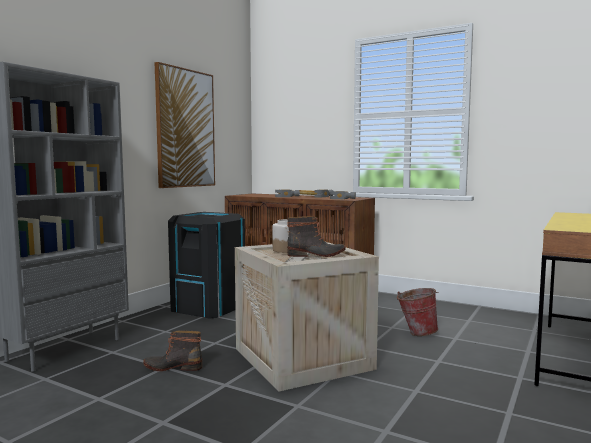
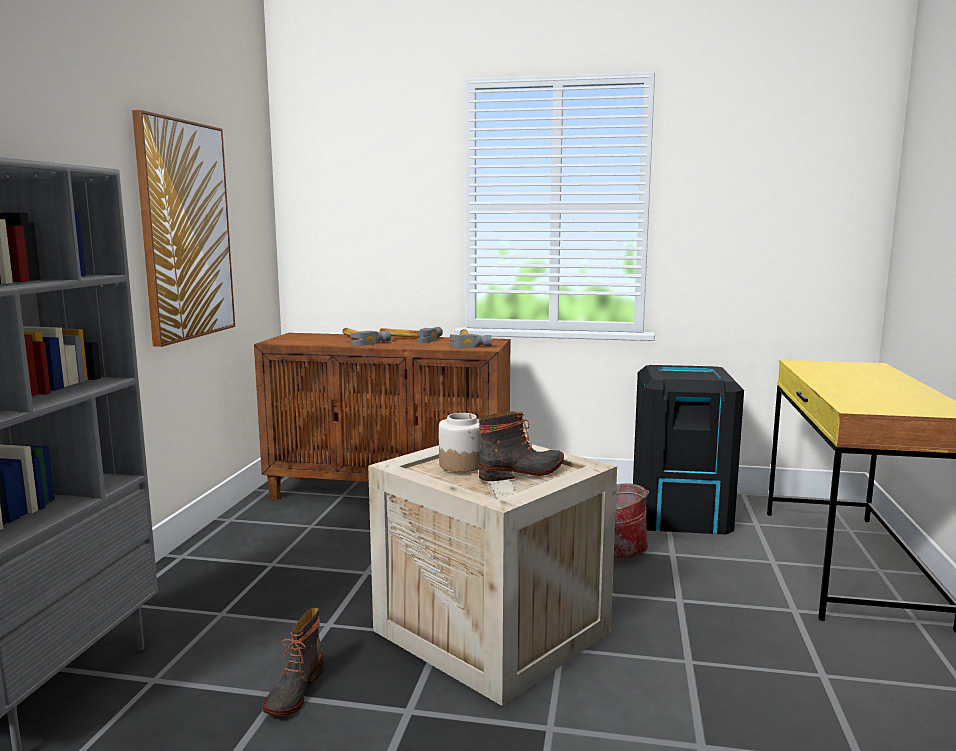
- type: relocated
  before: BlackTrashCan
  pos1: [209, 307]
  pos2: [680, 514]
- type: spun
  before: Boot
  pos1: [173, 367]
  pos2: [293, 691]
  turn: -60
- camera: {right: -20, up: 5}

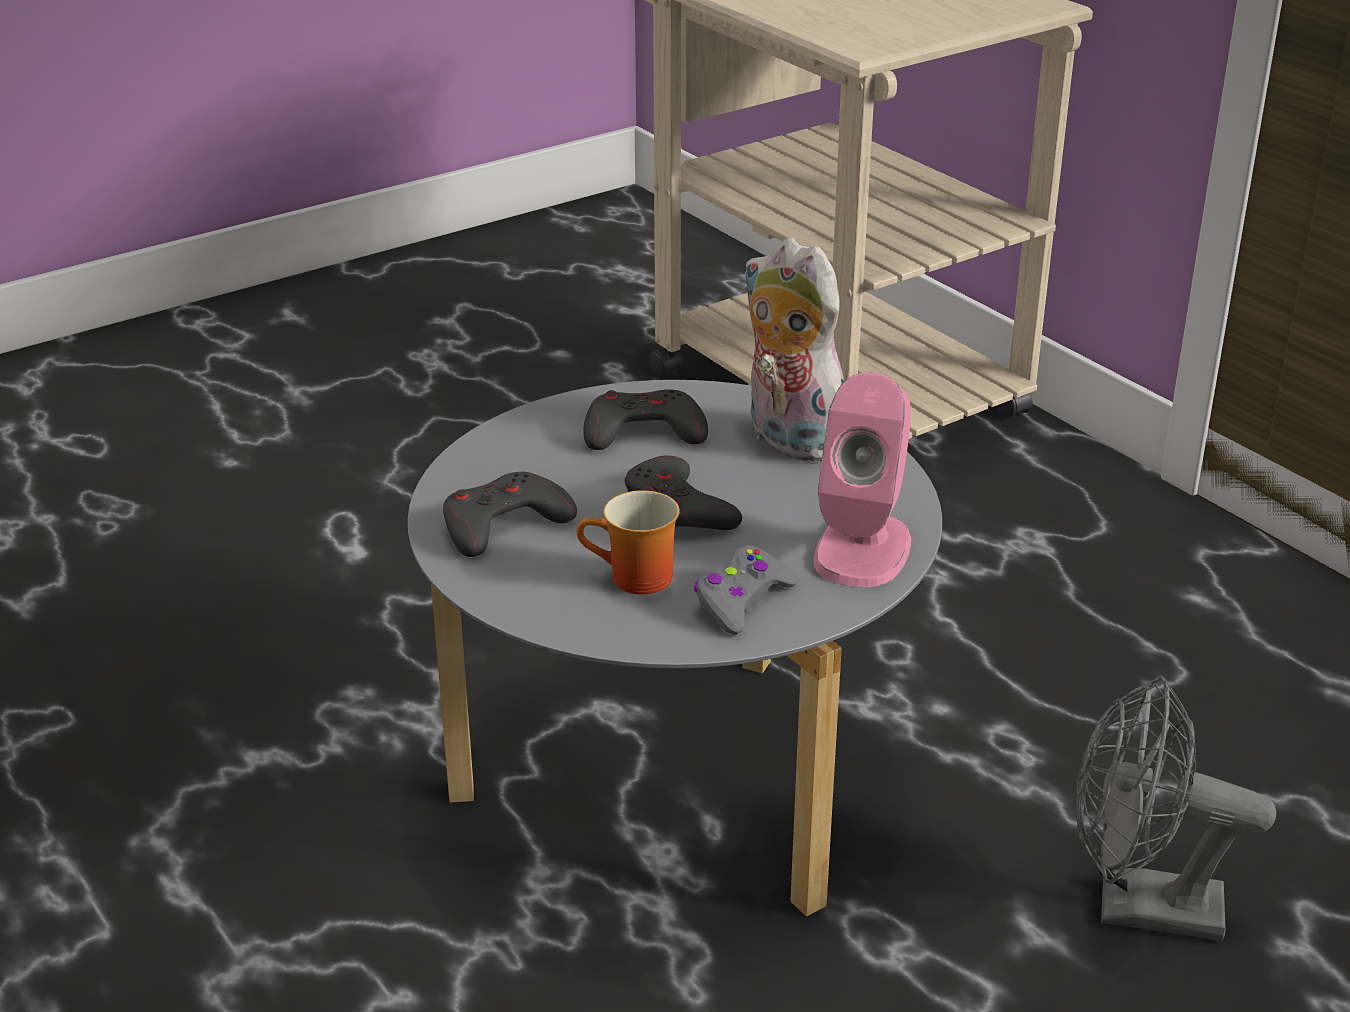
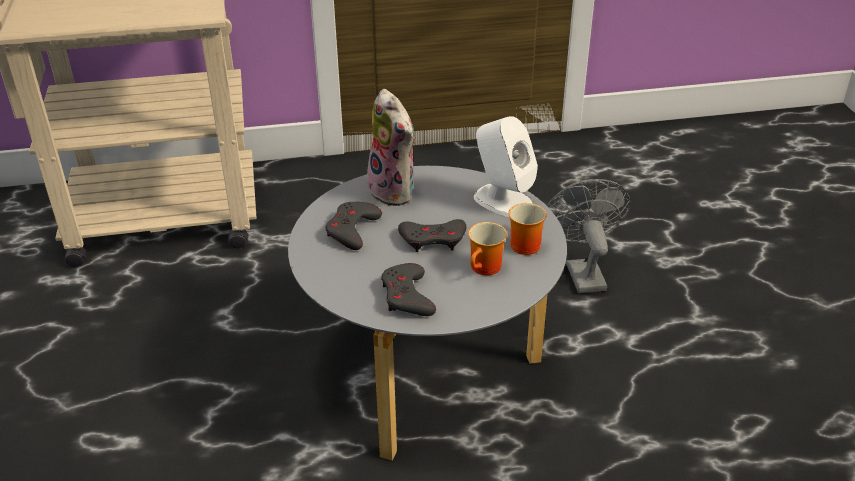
- type: exchanged
  before: GreyGameController
  after: Mug
  pos1: [742, 601]
  pos2: [522, 243]
- type: colour
  before: PinkSpeaker
  after: WhiteSpeaker
  pos1: [863, 549]
  pos2: [502, 200]
- type: spun
  before: PlushToy
  pos1: [788, 440]
  pos2: [395, 192]
  turn: -105
- type: spun
  before: GreyFan
  pos1: [1138, 908]
  pos2: [582, 272]
  turn: 135
- camera: {right: -65, up: 5}

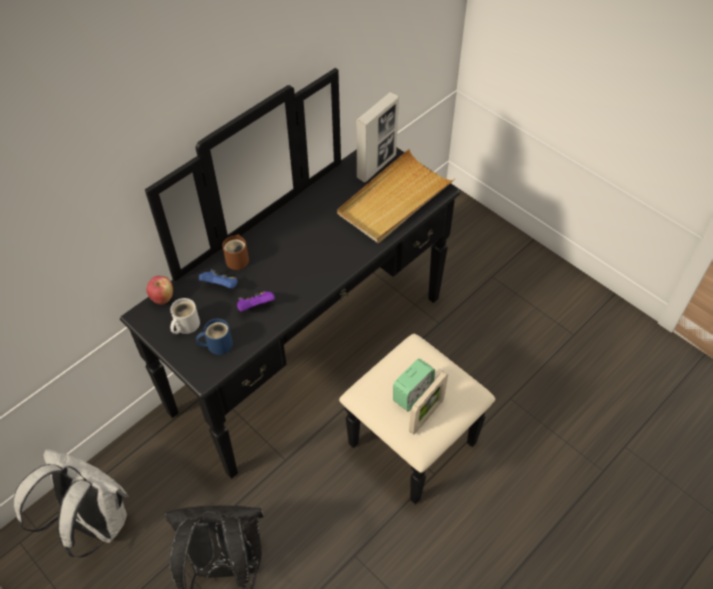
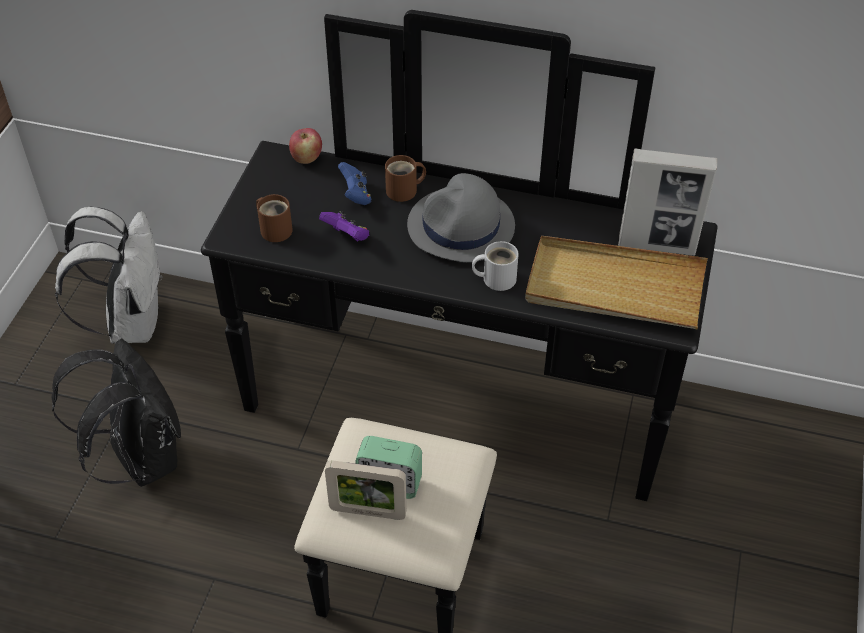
- type: appeared
  after: GreyHat
  pos2: [461, 227]
- type: relocated
  before: WhiteMug
  pos1: [185, 325]
  pos2: [496, 278]
- type: colour
  before: BlueMug
  after: BrownMug
  pos1: [217, 344]
  pos2: [275, 228]
- camera: {right: 60, up: -5}

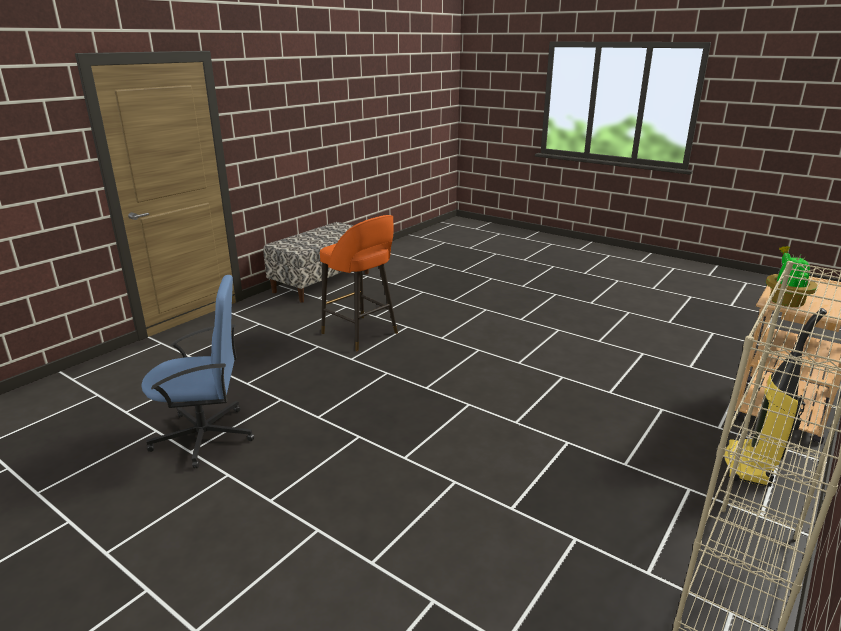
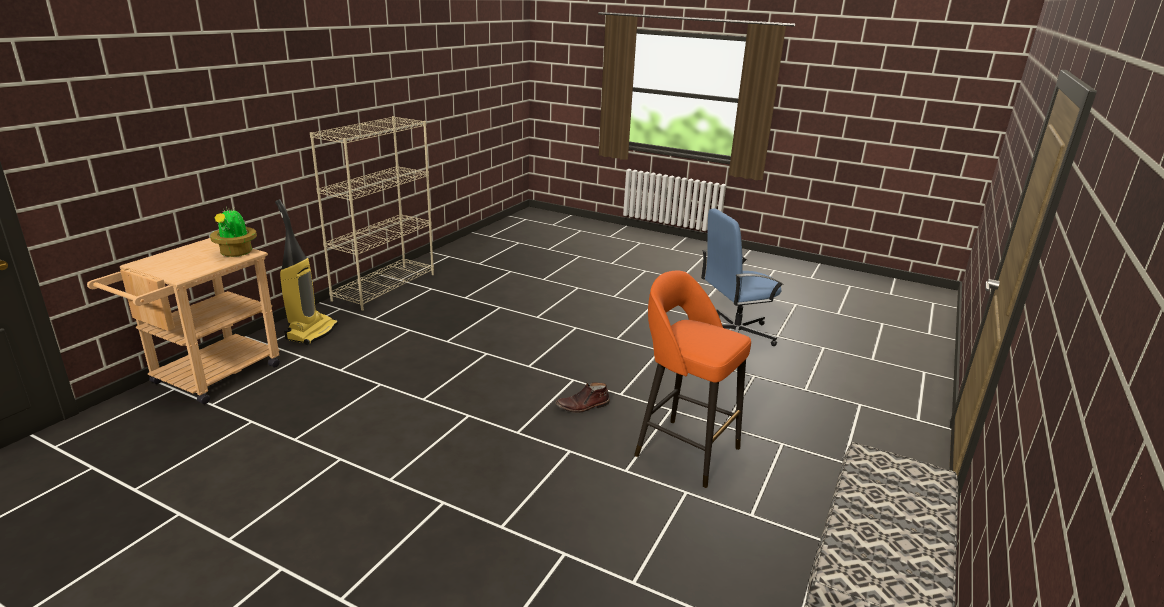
- type: appeared
  after: BrownBoot
  pos2: [583, 406]
- camera: {right: 170, up: 0}

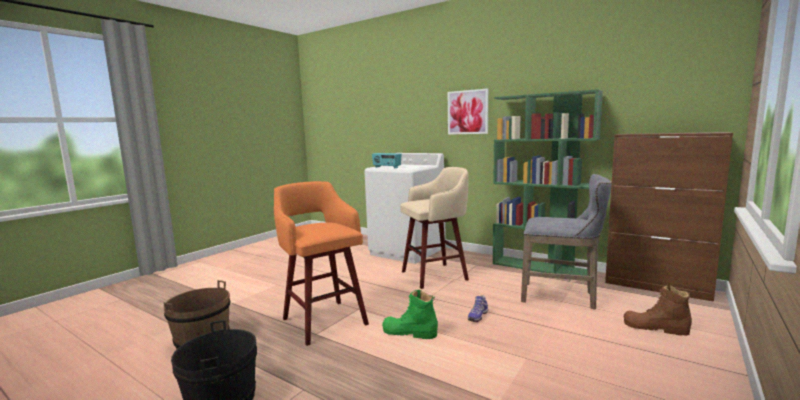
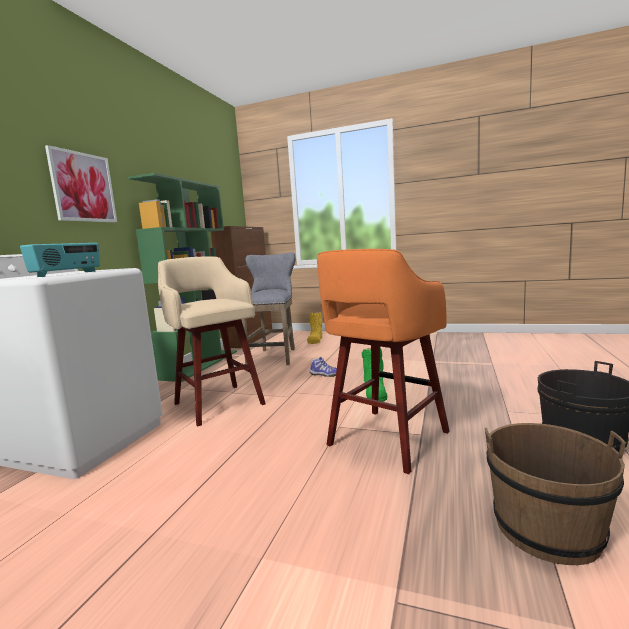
- type: colour
  before: BrownBoot
  after: YellowBoot
  pos1: [655, 328]
  pos2: [315, 340]
- camera: {right: -105, up: 0}

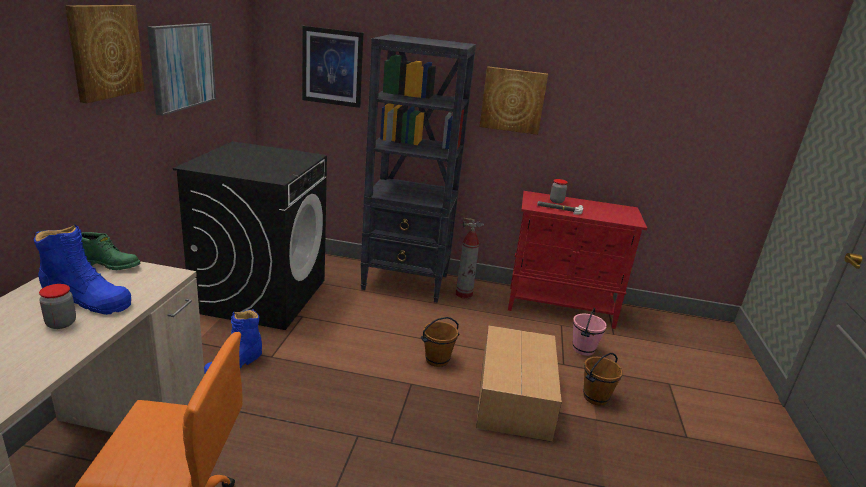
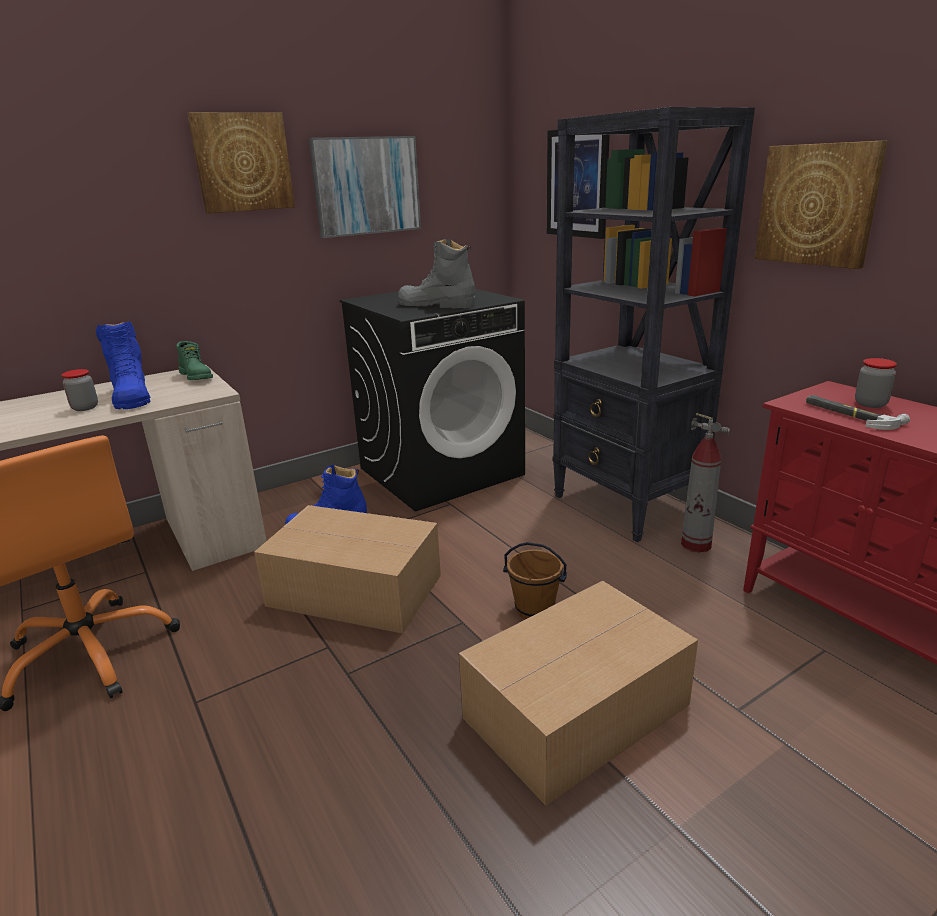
- type: missing
  before: PinkBucket
  pos1: [582, 349]
- type: missing
  before: BrownBucket
  pos1: [595, 397]
- type: appeared
  after: CardboardBox
  pos2: [356, 591]
- type: appeared
  after: GreyBoot
  pos2: [436, 305]
- camera: {right: 50, up: 0}

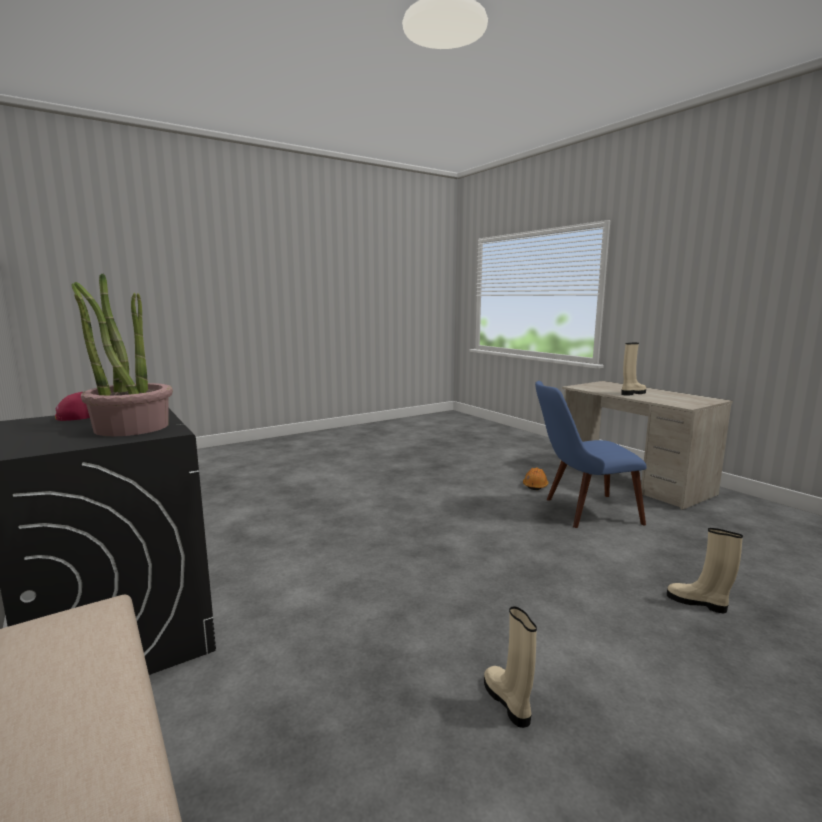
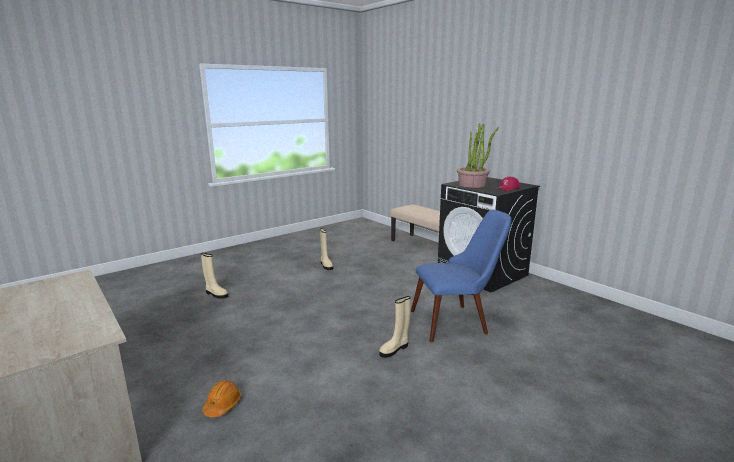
- type: relocated
  before: BlueChair
  pos1: [581, 511]
  pos2: [457, 321]
- type: relocated
  before: BeigeBoot
  pos1: [632, 393]
  pos2: [394, 349]
- camera: {right: 175, up: 5}

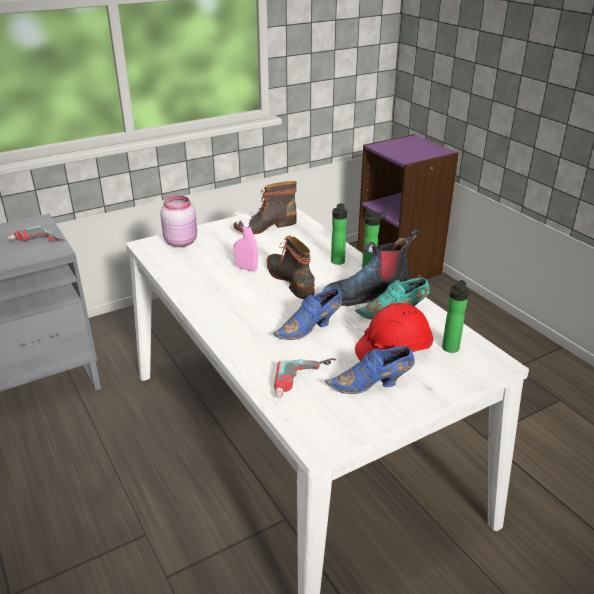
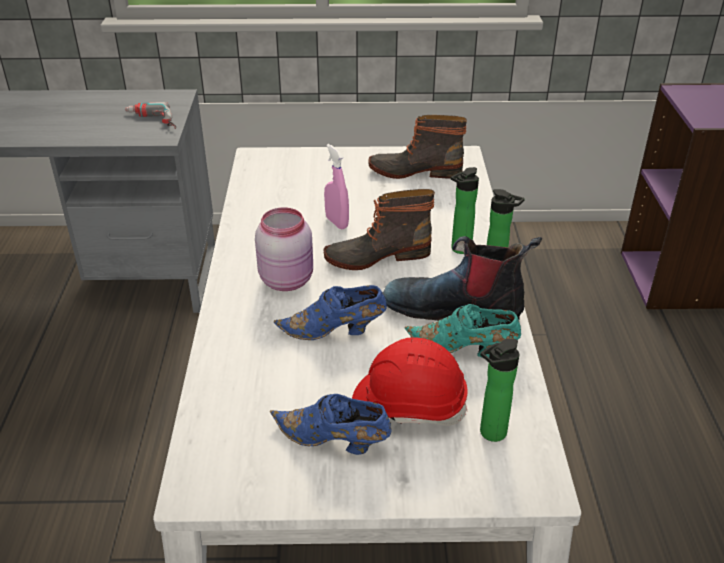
- type: missing
  before: PowerDrill
  pos1: [305, 382]
- type: relocated
  before: PinkJar
  pos1: [181, 241]
  pos2: [287, 279]
- type: spun
  before: Boot
  pos1: [291, 279]
  pos2: [377, 255]
  turn: -105
- camera: {right: 30, up: 5}

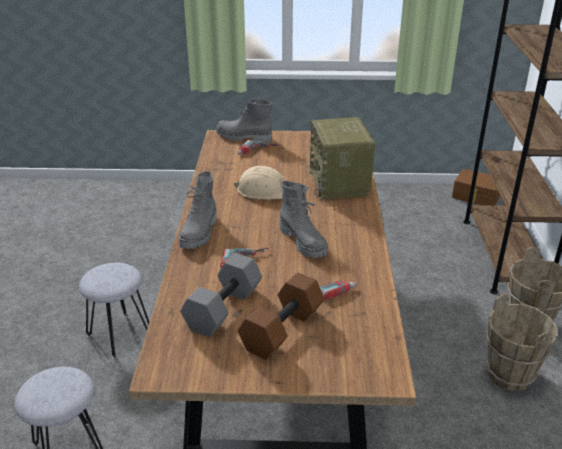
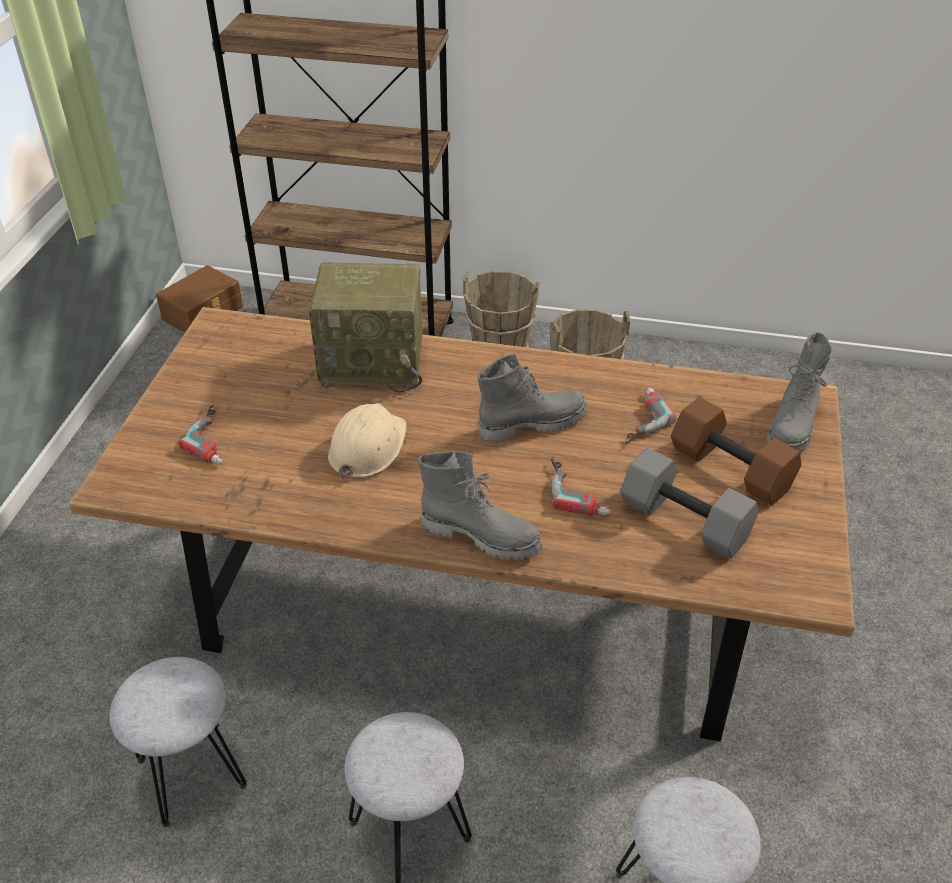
- type: appeared
  after: GreyStool
  pos2: [190, 773]
- type: relocated
  before: GreyBoot
  pos1: [243, 138]
  pos2: [793, 427]
- camera: {right: -80, up: 10}

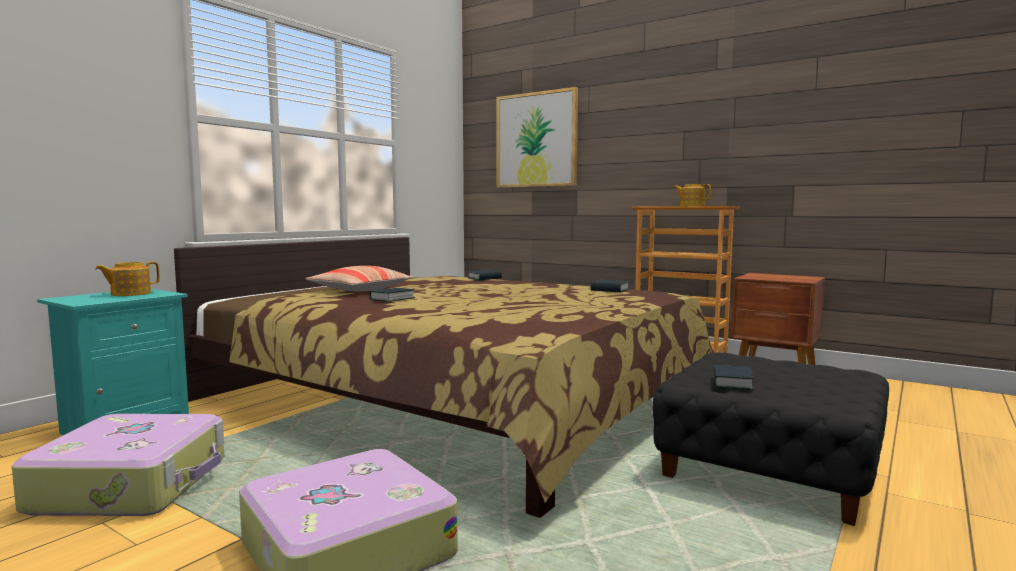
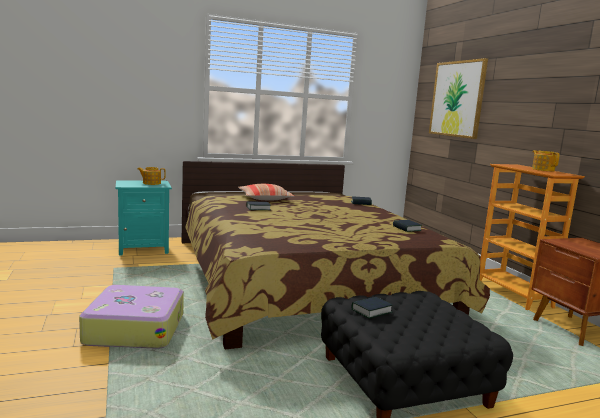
- type: missing
  before: Suitcase
  pos1: [134, 484]
- camera: {right: 35, up: 5}

